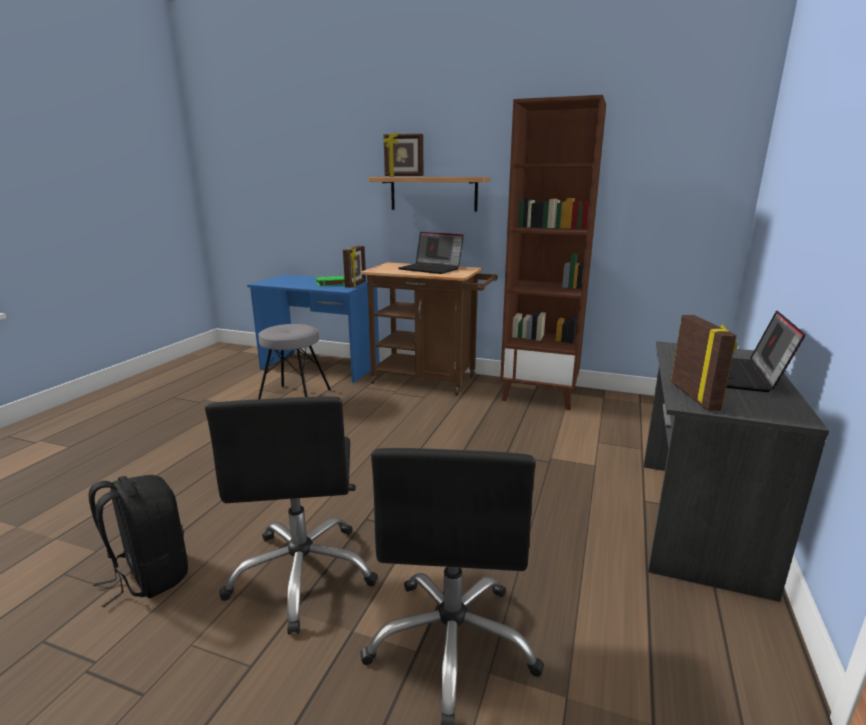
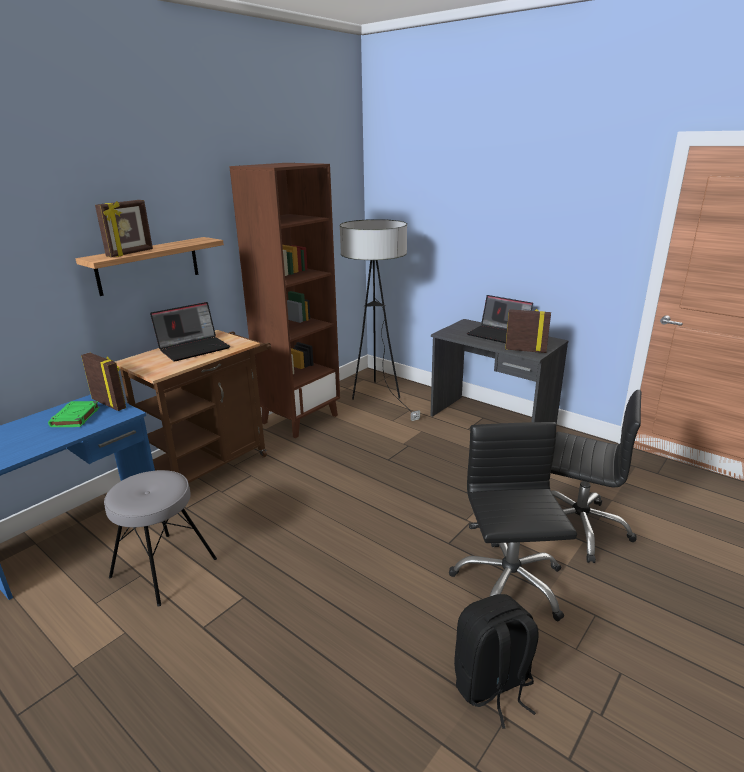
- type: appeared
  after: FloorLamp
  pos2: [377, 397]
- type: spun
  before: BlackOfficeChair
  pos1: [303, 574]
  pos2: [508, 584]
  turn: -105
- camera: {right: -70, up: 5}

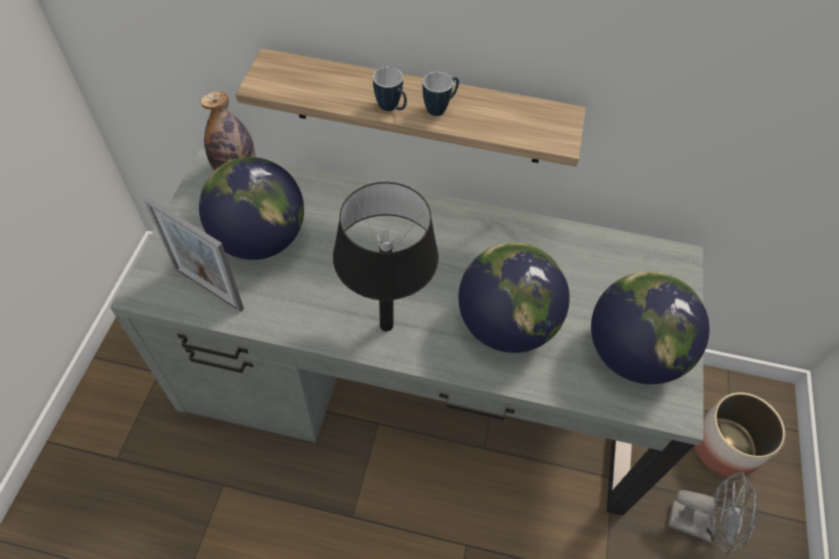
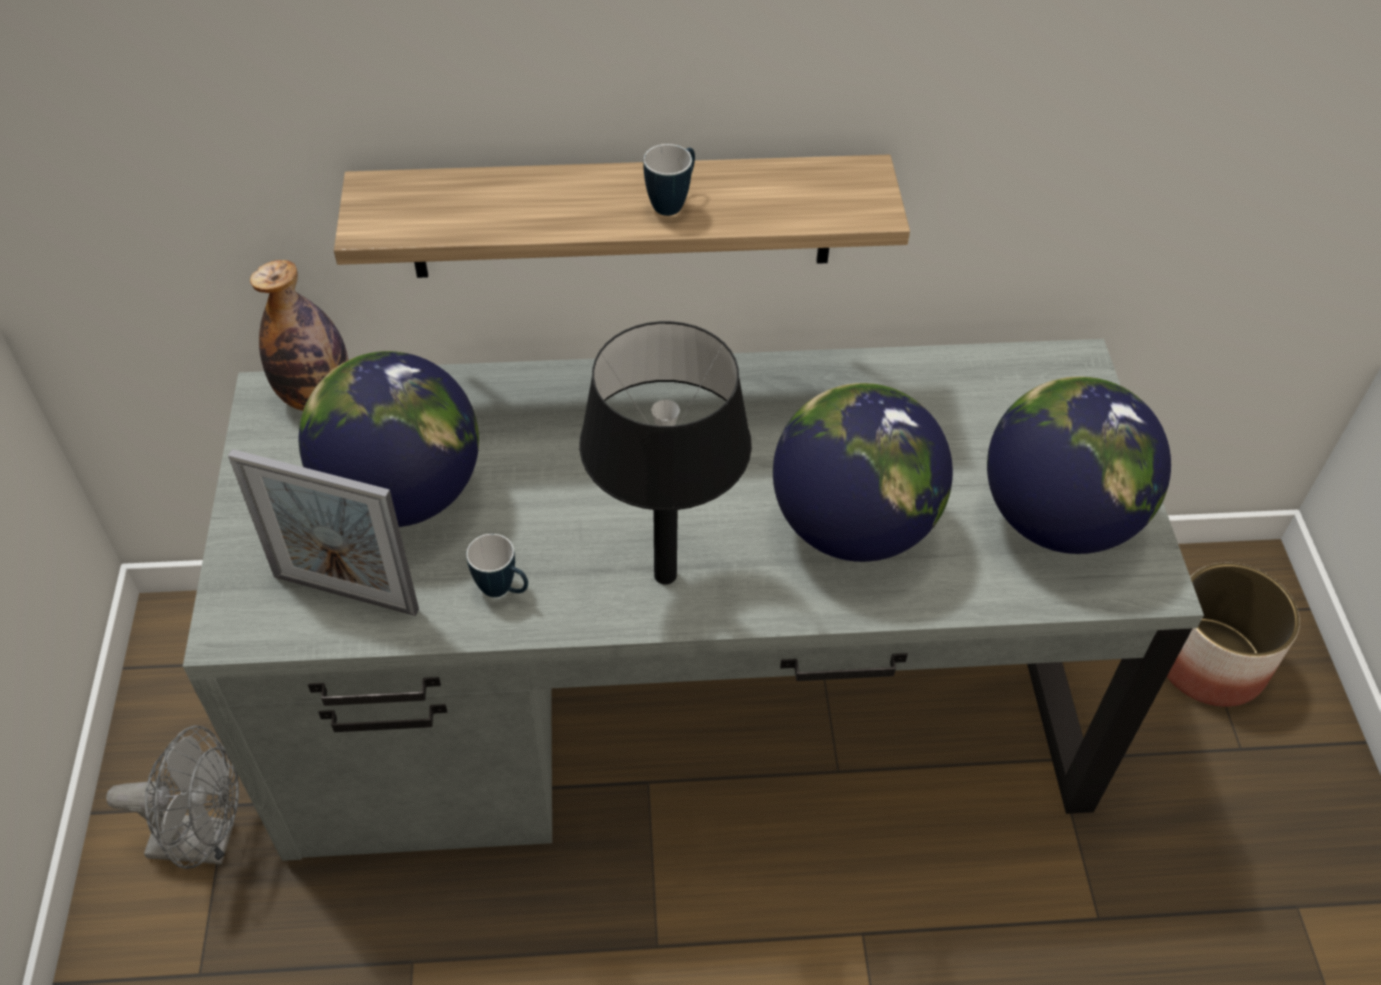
- type: relocated
  before: Mug
  pos1: [392, 109]
  pos2: [503, 590]
- type: relocated
  before: GreyFan
  pos1: [699, 524]
  pos2: [205, 841]
- camera: {right: -15, up: -5}

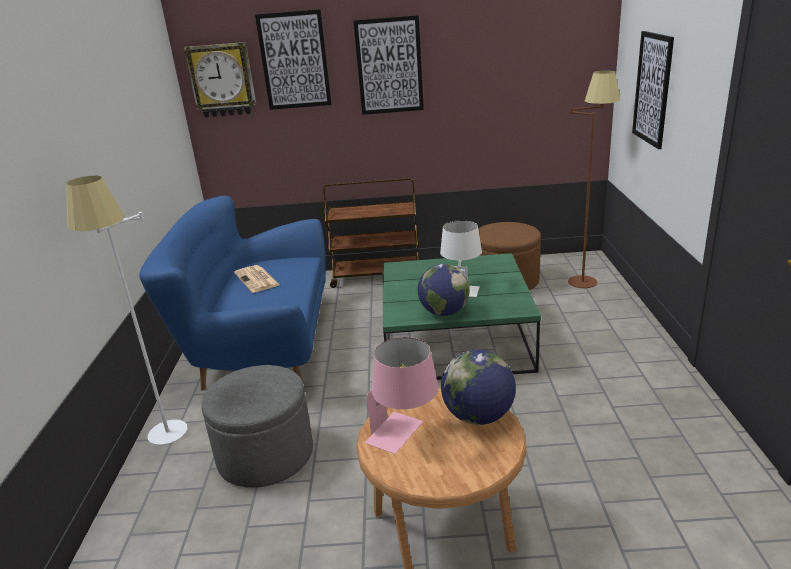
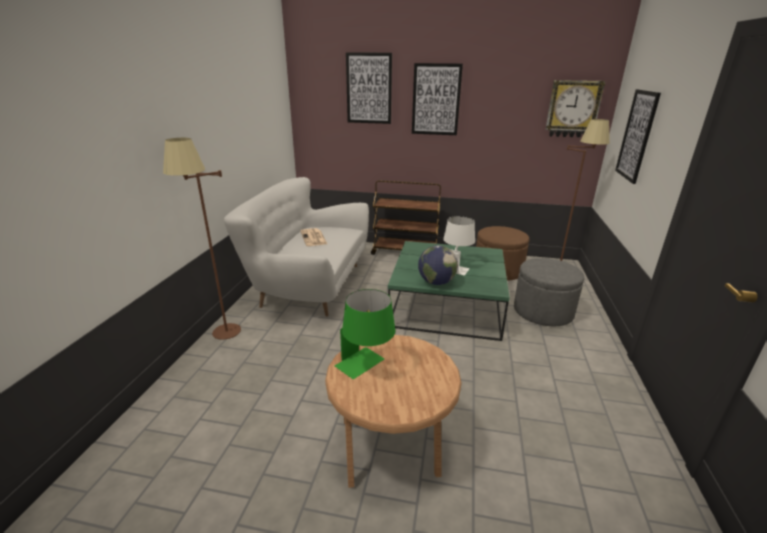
- type: missing
  before: Globe
  pos1: [478, 416]
- type: relocated
  before: WallClock
  pos1: [222, 80]
  pos2: [573, 109]
- type: relocated
  before: GreyOttoman
  pos1: [266, 455]
  pos2: [543, 311]
- type: colour
  before: WhiteFloorLamp
  after: BrownFloorLamp
  pos1: [168, 443]
  pos2: [224, 338]
- type: colour
  before: BlueSofa
  after: WhiteSofa
  pos1: [259, 345]
  pos2: [308, 284]
- type: colour
  before: PinkTableLamp
  after: GreenTableLamp
  pos1: [405, 435]
  pos2: [366, 366]
- camera: {right: 10, up: 0}

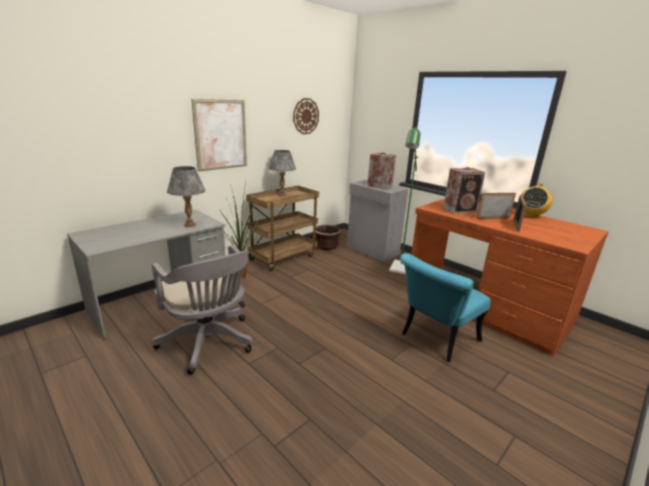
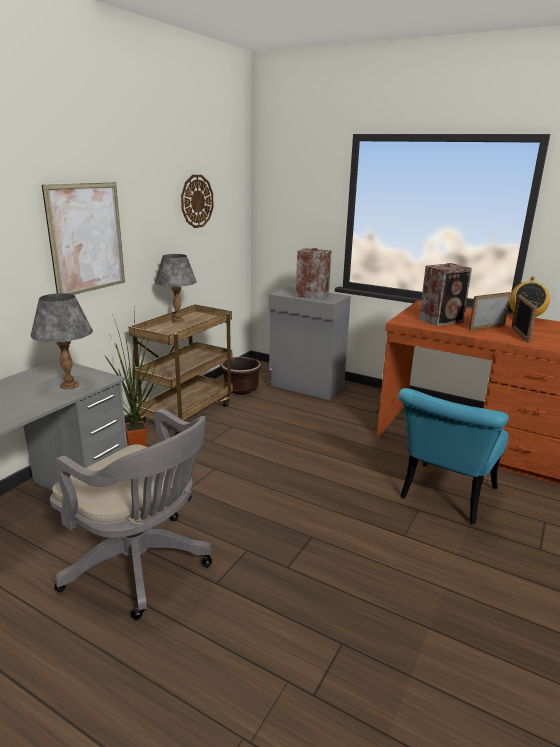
- type: missing
  before: GreenFloorLamp
  pos1: [399, 269]
- camera: {right: -15, up: 0}

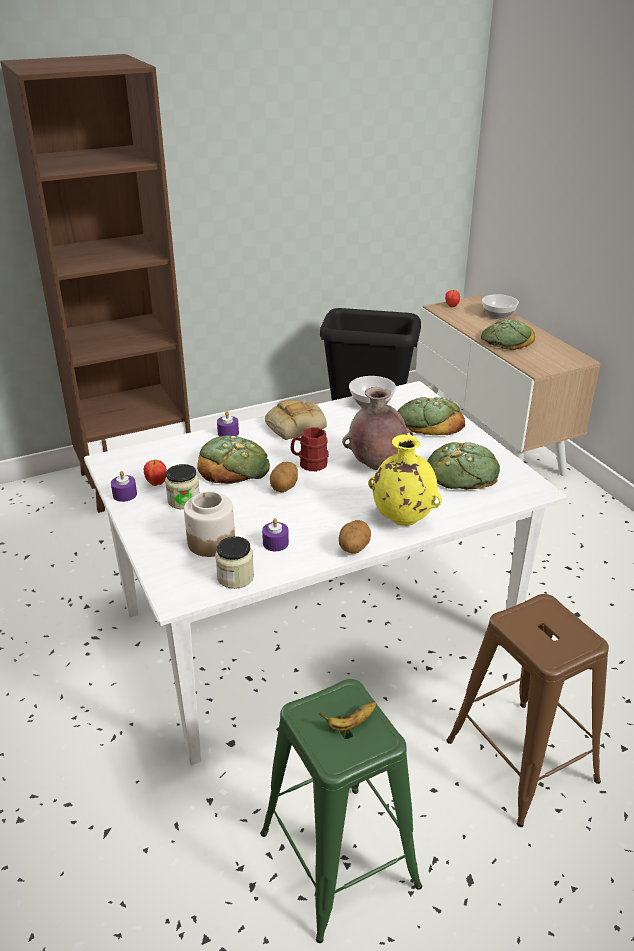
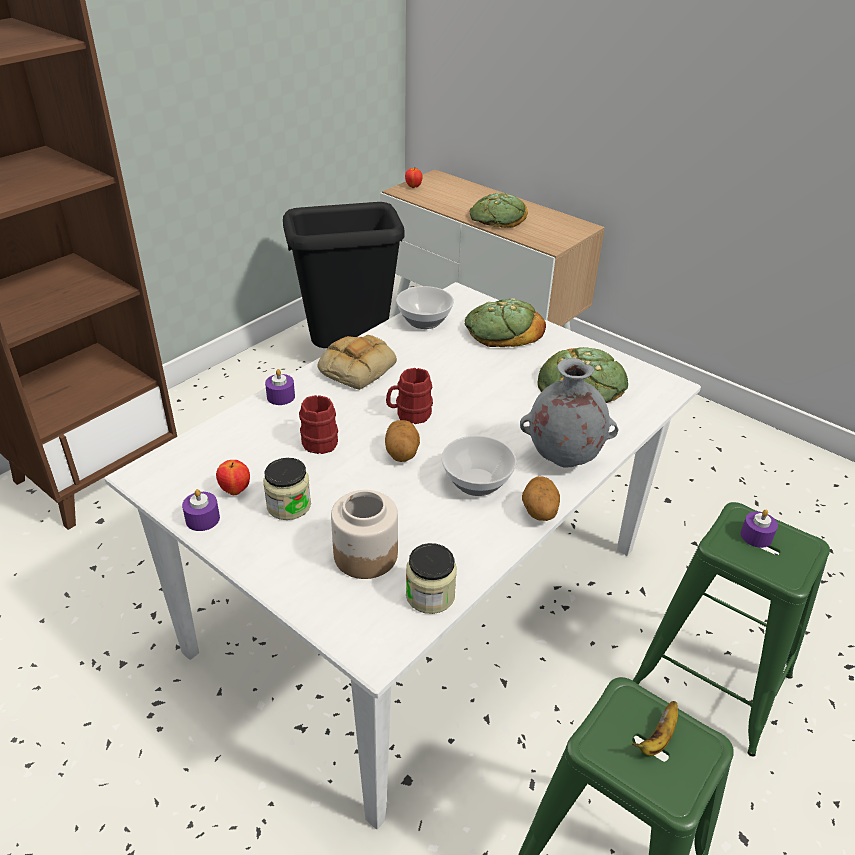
- type: missing
  before: BrownVase
  pos1: [376, 465]
- type: relocated
  before: PurpleCandle
  pos1: [275, 543]
  pos2: [756, 536]
- type: relocated
  before: Bowl
  pos1: [498, 315]
  pos2: [476, 481]
- type: exchanged
  before: Bread
  after: RedMug
  pos1: [233, 465]
  pos2: [318, 439]
- type: colour
  before: YellowVase
  after: GreyVase
  pos1: [402, 519]
  pos2: [562, 459]
- type: colour
  before: BrownStool
  after: GreenStool
  pos1: [521, 760]
  pos2: [711, 680]
- camera: {right: -25, up: 5}

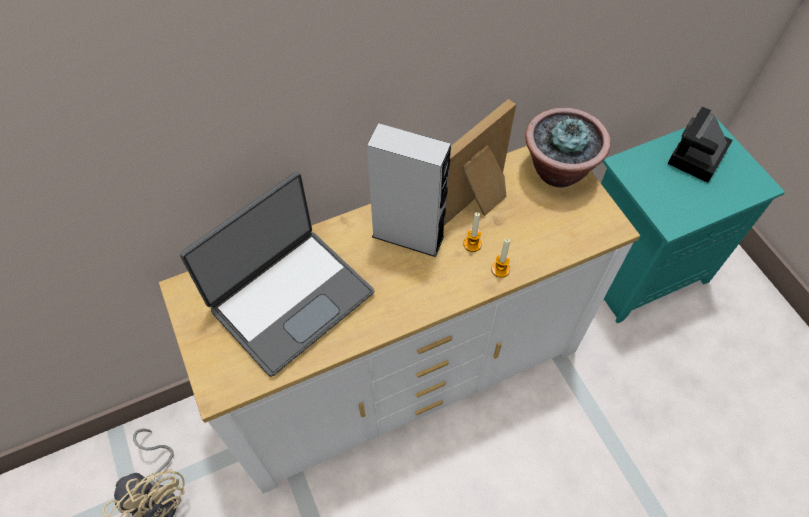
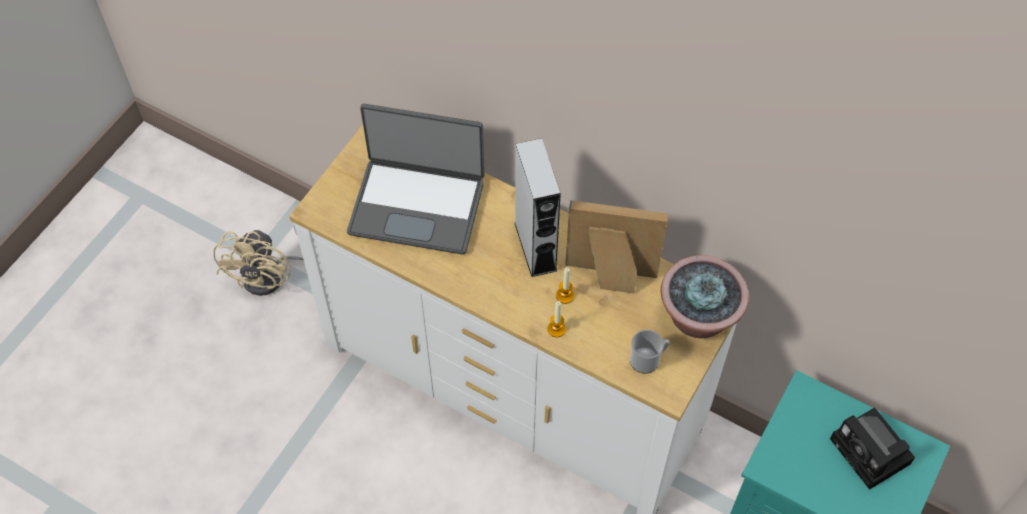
- type: appeared
  after: Mug
  pos2: [648, 360]
- type: spun
  before: PhotoCamera
  pos1: [697, 158]
  pos2: [872, 453]
  turn: -120
- camera: {right: 55, up: 0}

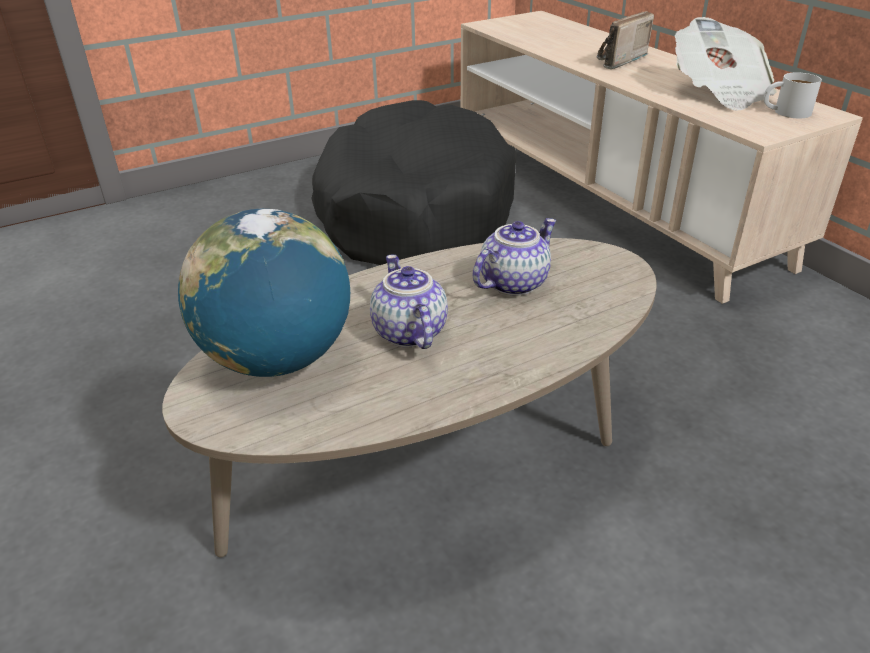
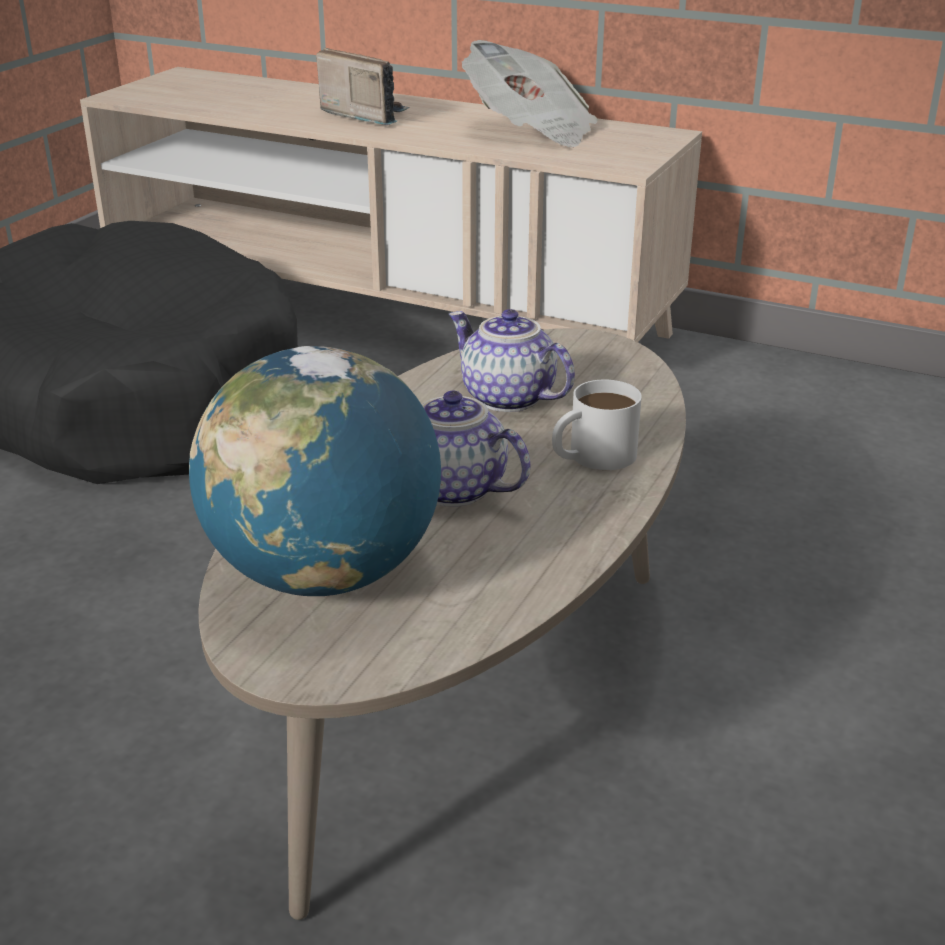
- type: relocated
  before: WhiteMug
  pos1: [785, 112]
  pos2: [591, 457]
- type: spun
  before: Teapot
  pos1: [513, 282]
  pos2: [505, 398]
  turn: -60
- type: spun
  before: Radio
  pos1: [616, 61]
  pos2: [365, 115]
  turn: 120
- camera: {right: -35, up: -5}

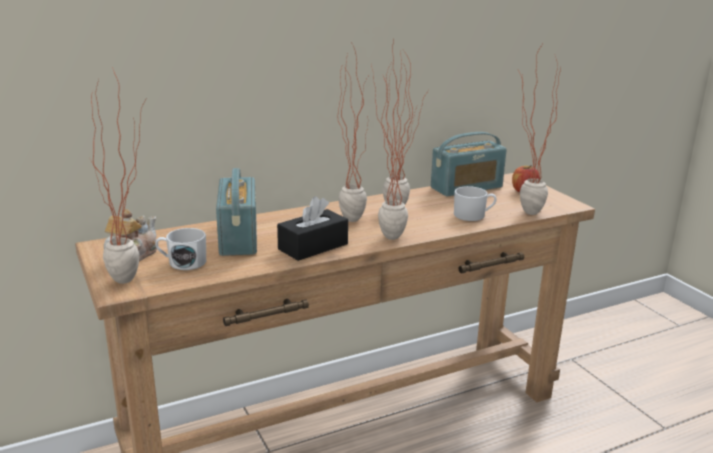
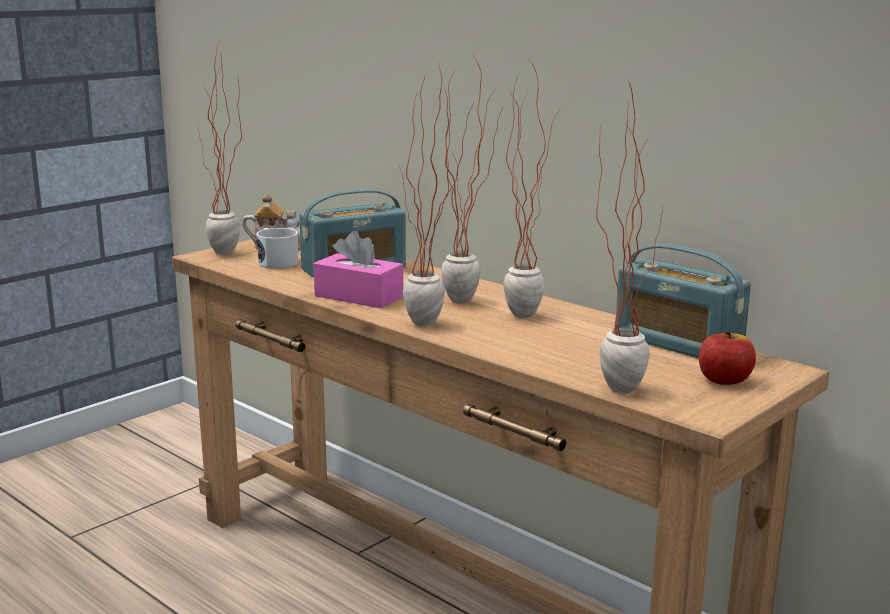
- type: missing
  before: WhiteMug
  pos1: [473, 215]
- type: colour
  before: BlackTissueBox
  after: PinkTissueBox
  pos1: [313, 246]
  pos2: [358, 296]
- camera: {right: 70, up: -5}

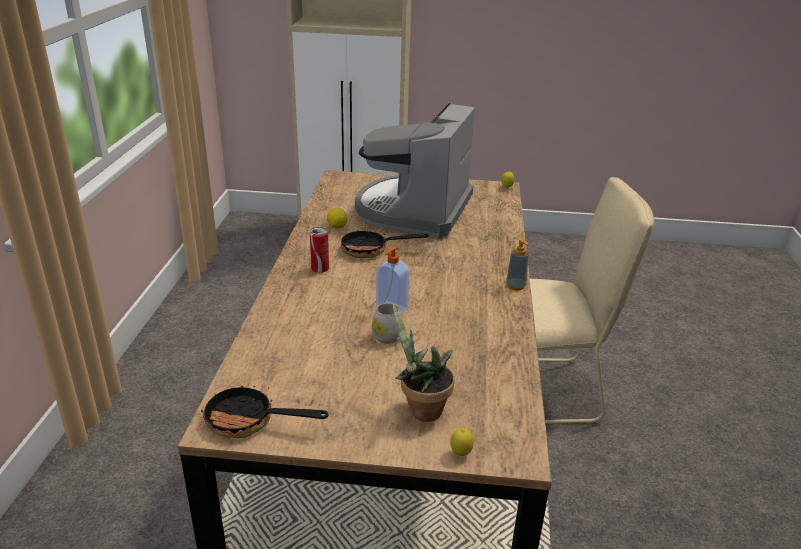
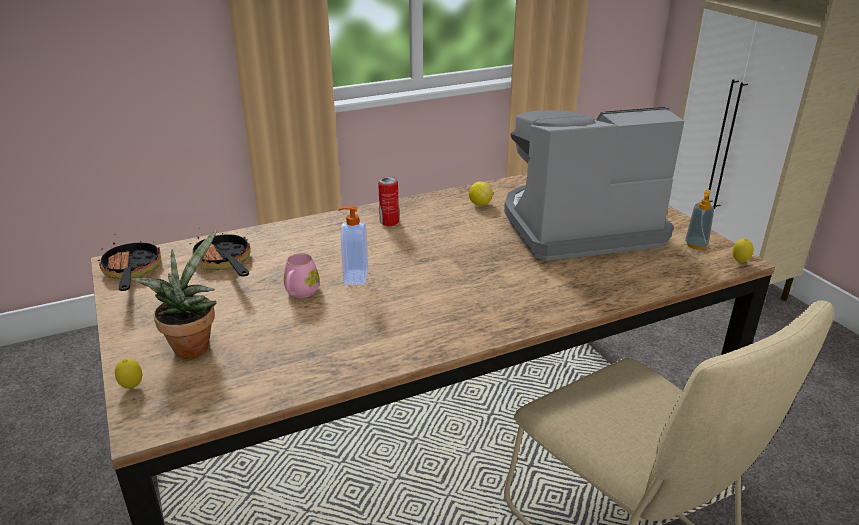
- type: relocated
  before: FryingPan
  pos1: [371, 250]
  pos2: [225, 263]
- type: relocated
  before: SoapDispenser
  pos1: [515, 286]
  pos2: [696, 245]
- type: colour
  before: WhiteMug
  after: PinkMug
  pos1: [390, 338]
  pos2: [300, 293]
- camera: {right: 60, up: 0}

